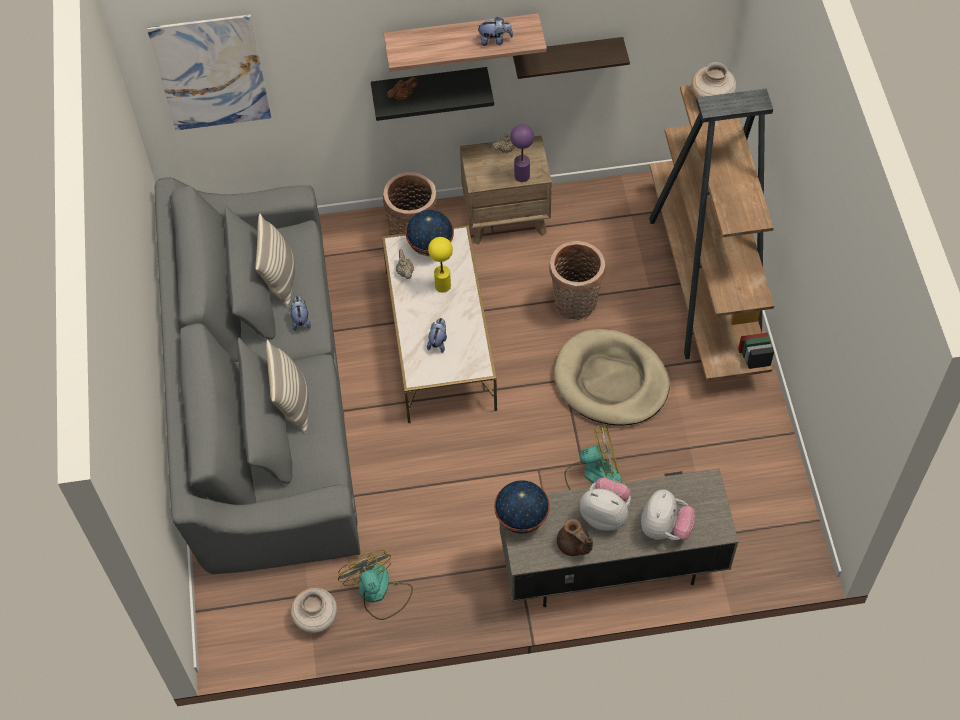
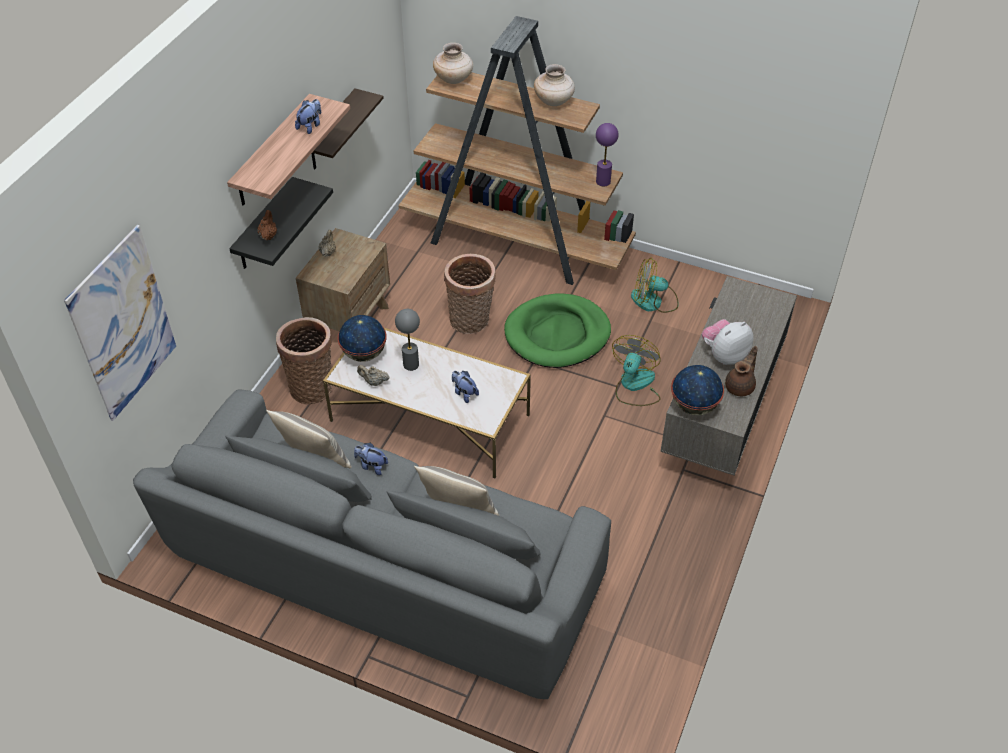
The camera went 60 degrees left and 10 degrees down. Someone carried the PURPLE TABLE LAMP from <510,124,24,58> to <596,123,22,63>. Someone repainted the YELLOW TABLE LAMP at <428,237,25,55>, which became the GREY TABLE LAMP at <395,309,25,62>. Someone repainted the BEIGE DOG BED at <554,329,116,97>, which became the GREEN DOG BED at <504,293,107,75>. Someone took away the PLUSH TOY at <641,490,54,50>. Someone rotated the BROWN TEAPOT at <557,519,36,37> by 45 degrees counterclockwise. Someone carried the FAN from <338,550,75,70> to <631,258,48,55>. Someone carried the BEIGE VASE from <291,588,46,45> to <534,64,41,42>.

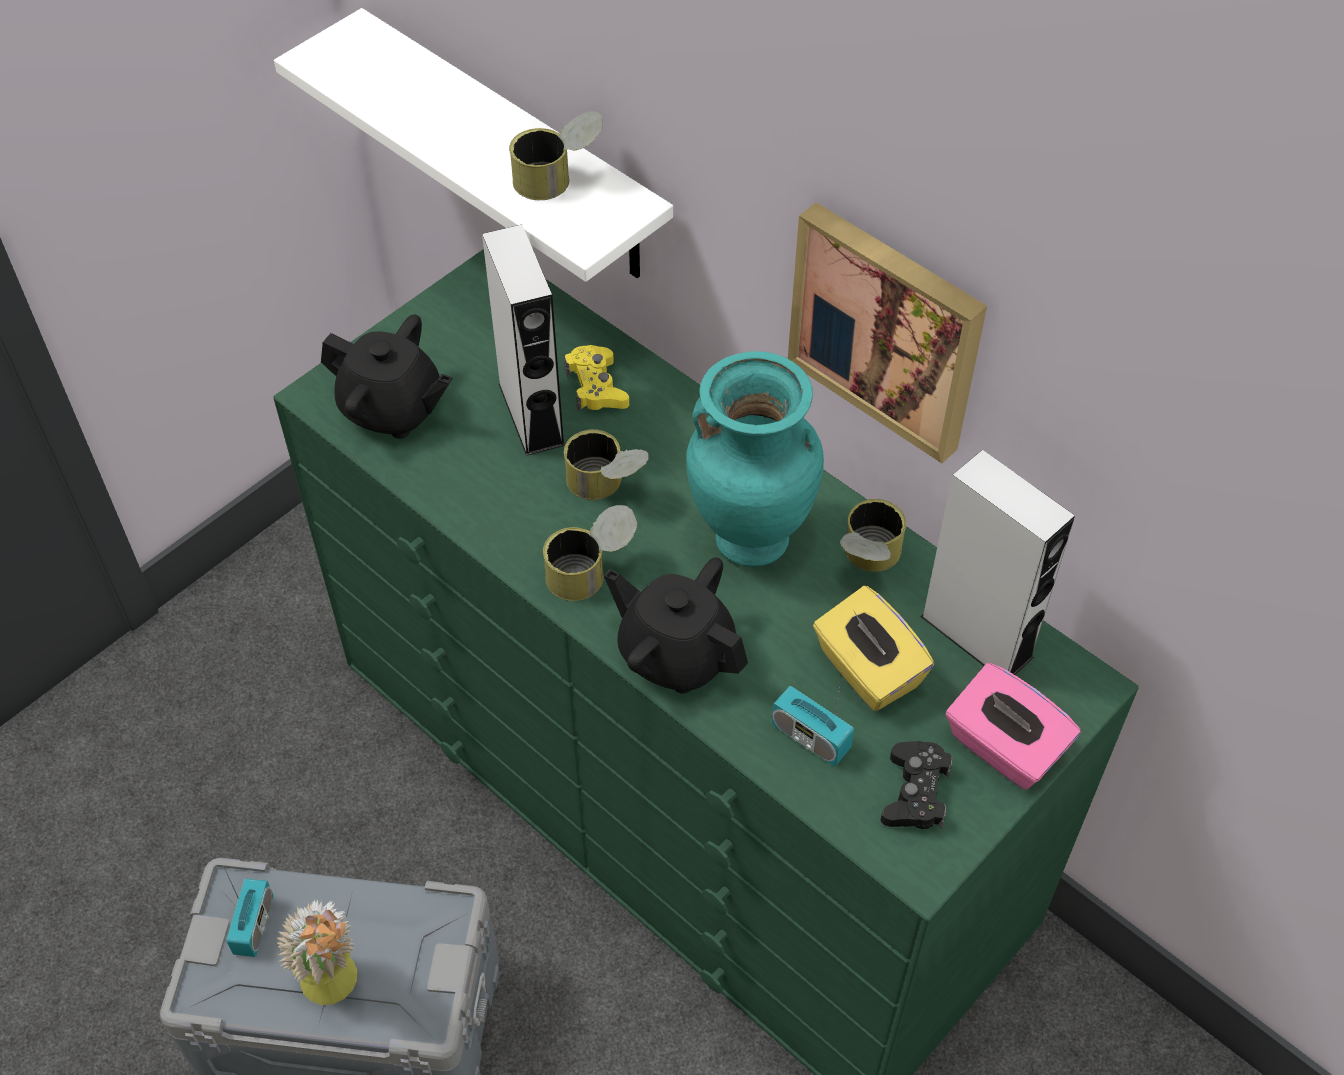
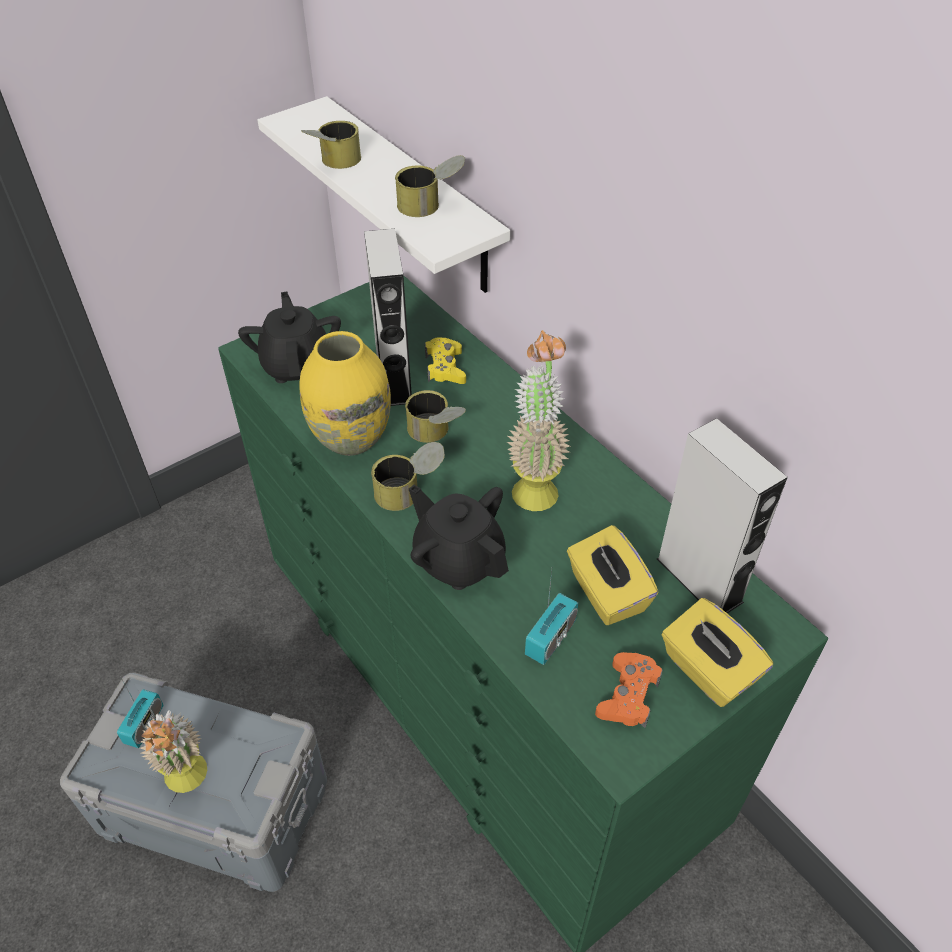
The camera went 10 degrees right and 5 degrees down. Someone took away the PICTURE at <788,203,199,260>. Someone rotated the BLACK TEAPOT at <321,314,131,125> by 135 degrees counterclockwise. Someone swapped the TURQUOISE VASE at <686,351,138,216> for the POTTED PLANT at <507,330,64,181>. Someone carried the CAN from <840,499,66,73> to <301,121,60,48>. Someone repainted the PINK TISSUE BOX at <946,663,135,127>, which became the YELLOW TISSUE BOX at <662,598,111,109>. Someone rotated the RADIO at <771,673,83,93> by 105 degrees counterclockwise. Someone repainted the BLACK GAME CONTROLLER at <881,741,72,88>, which became the ORANGE GAME CONTROLLER at <595,652,68,76>. Someone put down the YELLOW VASE at <299,331,92,125>.

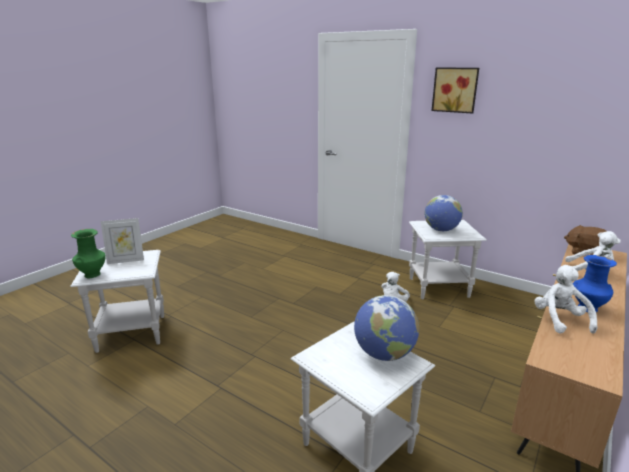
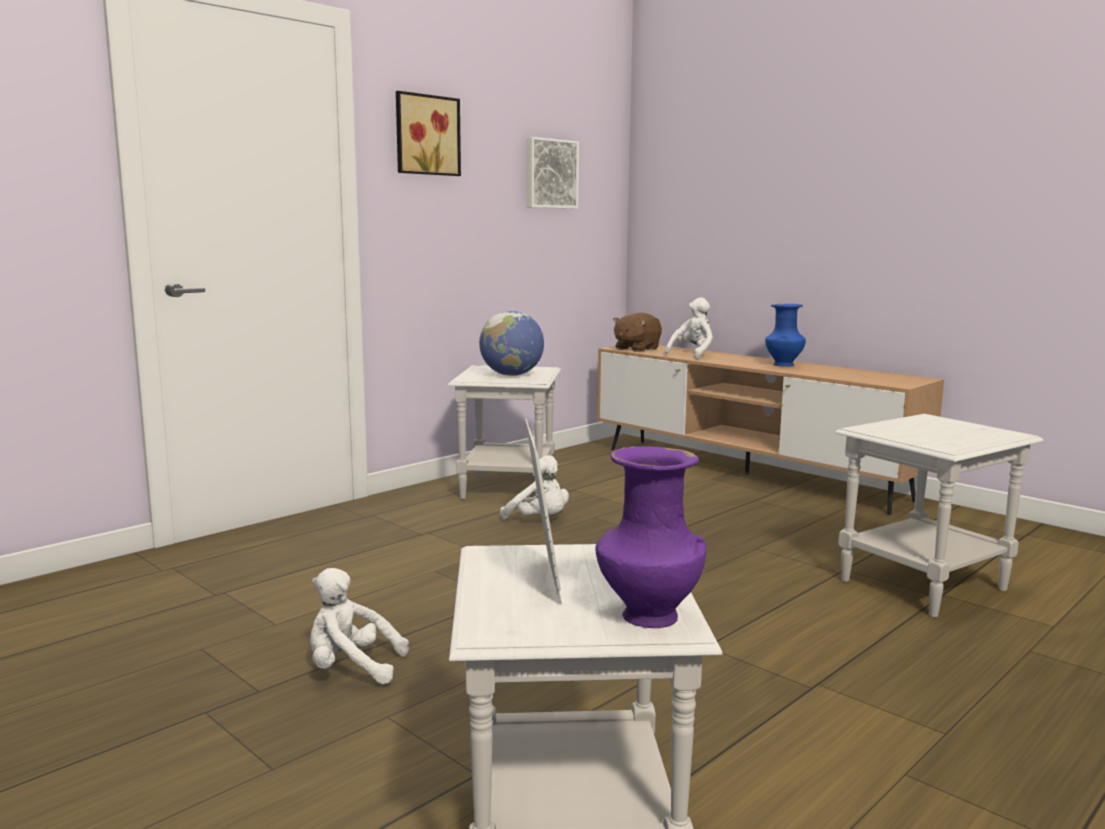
The camera went 80 degrees left and 10 degrees down. Someone repainted the GREEN VASE at <71,229,35,49>, which became the PURPLE VASE at <595,446,111,182>. Someone carried the WHITE PLUSH TOY from <534,265,64,69> to <310,568,99,116>. Someone took away the GLOBE at <354,295,65,66>. Someone put up the PICTURE at <526,137,53,72>.

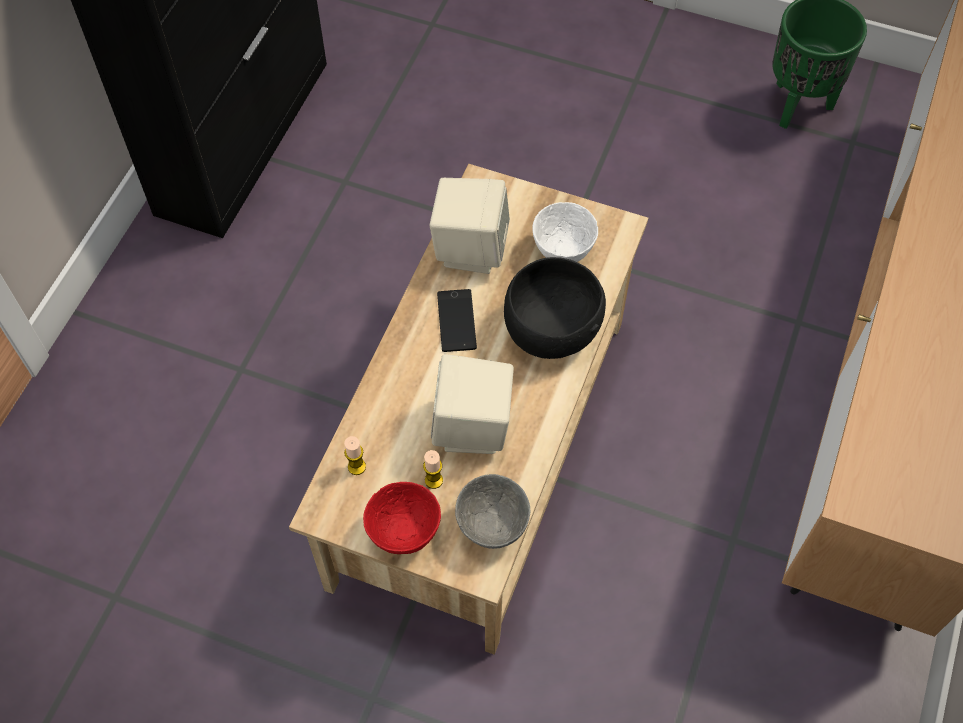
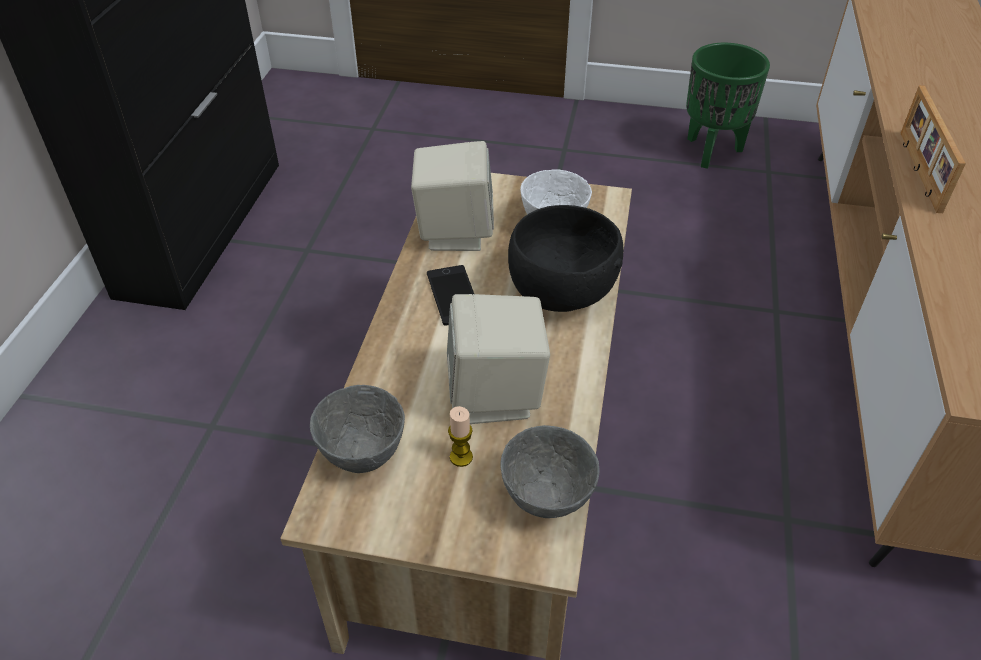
The camera went 10 degrees left and 15 degrees down. Someone swapped the CANDLE at <344,436,22,39> for the GREY BOWL at <310,385,95,88>. Someone took away the RED BOWL at <363,482,78,72>. Someone put down the PICTURE FRAME at <900,86,66,127>.

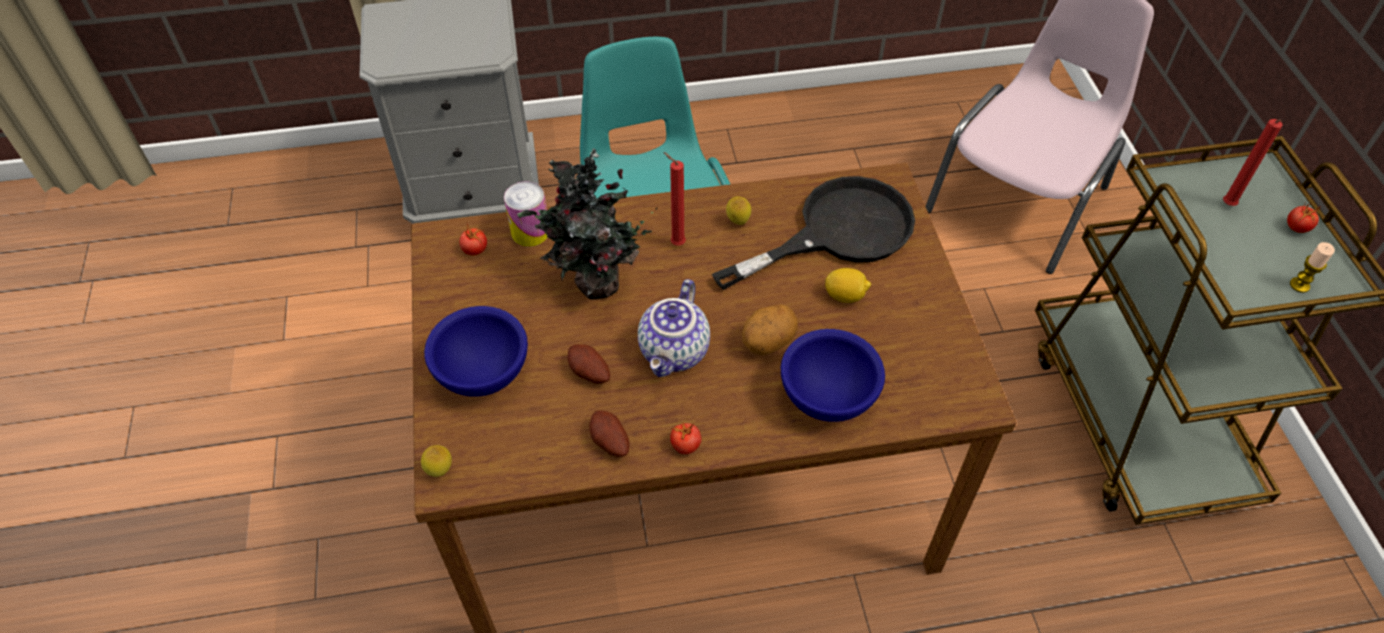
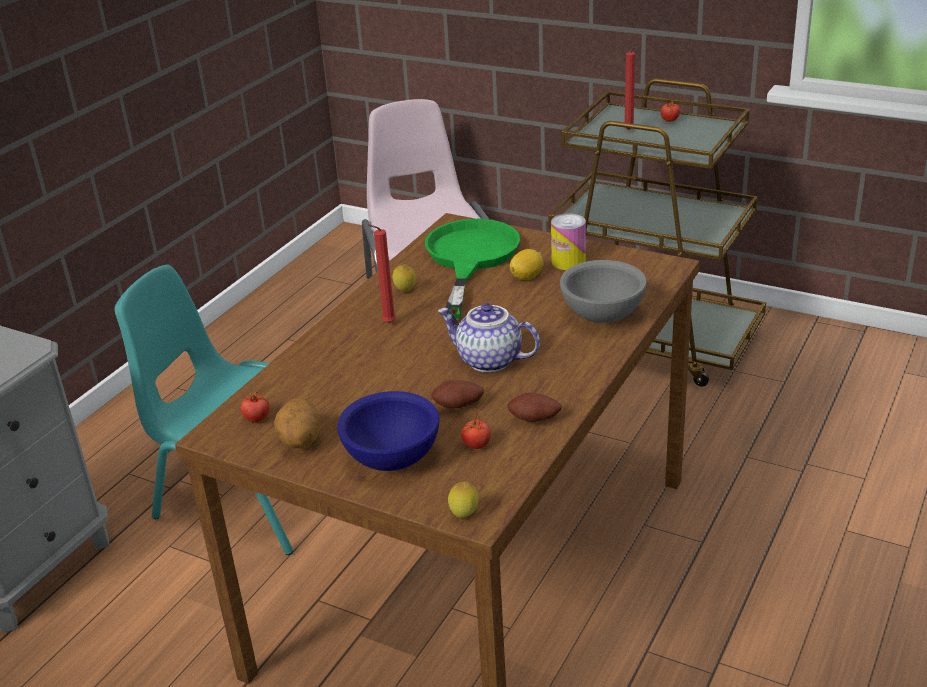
The camera went 50 degrees left and 20 degrees down. Someone took away the POTTED PLANT at <517,149,140,150>. Someone repainted the BLACK FRYING PAN at <712,176,203,114>, which became the GREEN FRYING PAN at <425,219,95,100>. Someone carried the CAN from <504,181,44,66> to <551,214,35,56>. Someone took away the CANDLE at <1290,242,45,51>. Someone rotated the TEAPOT at <638,279,72,98> by 150 degrees clockwise. Someone carried the POTATO from <742,304,56,51> to <274,398,46,50>. Someone repainted the BLUE BOWL at <781,329,104,93>, which became the GREY BOWL at <560,260,87,63>. Someone carried the TOMATO from <670,423,31,31> to <461,411,30,38>.

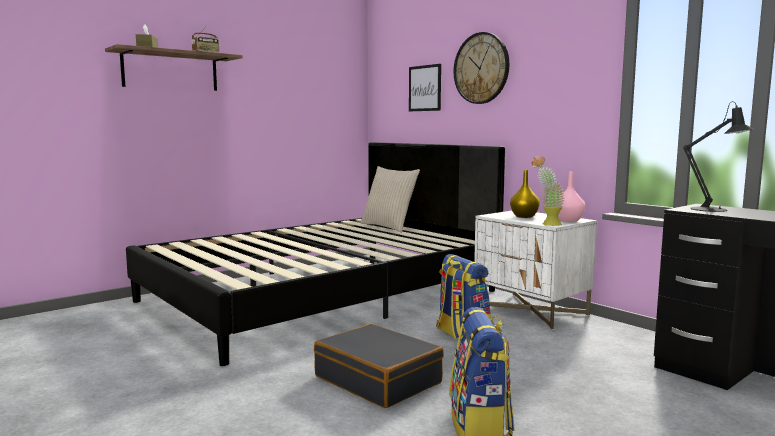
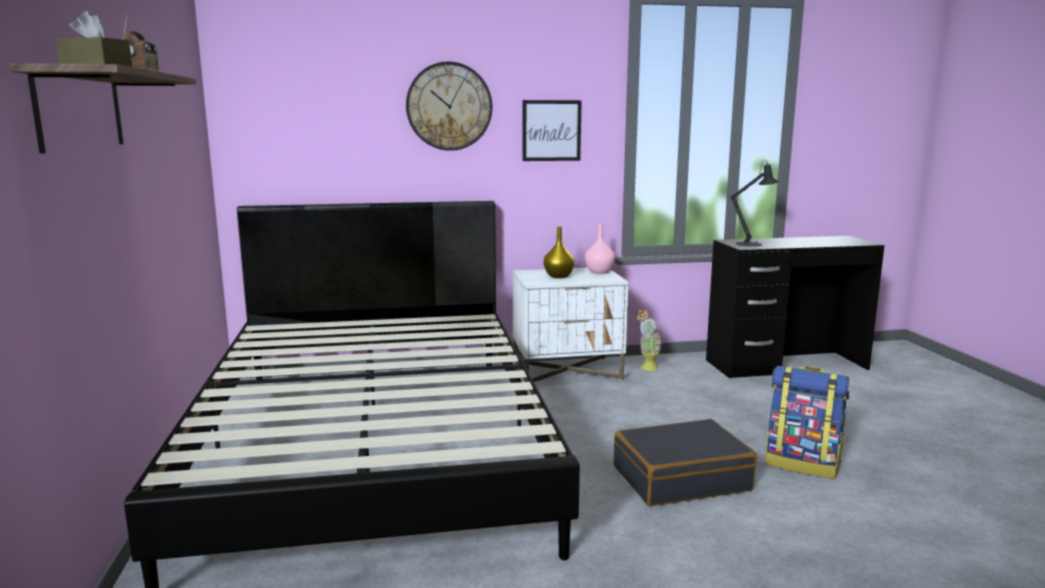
The camera went 60 degrees left and 5 degrees up. Someone carried the PICTURE from <409,64,32,47> to <523,100,59,61>. Someone carried the POTTED PLANT from <531,156,34,70> to <635,309,27,62>. Someone took away the BEIGE PILLOW at <361,166,59,67>. Someone took away the BACKPACK at <436,254,55,87>.

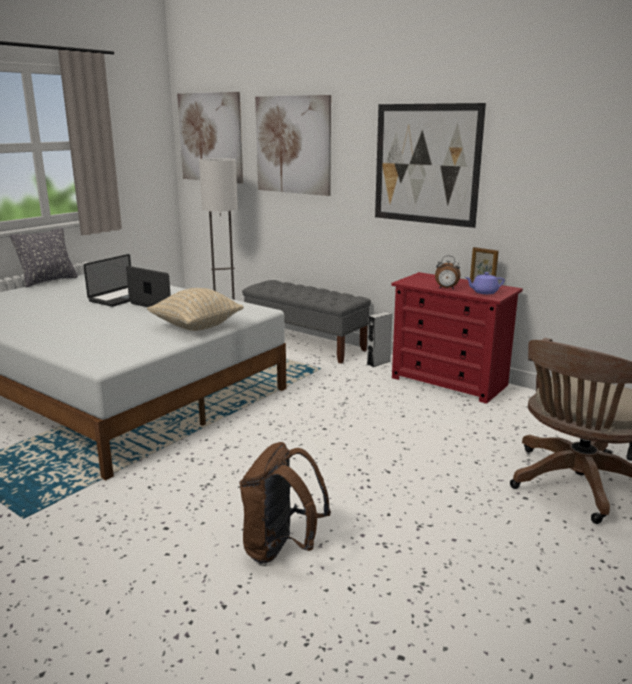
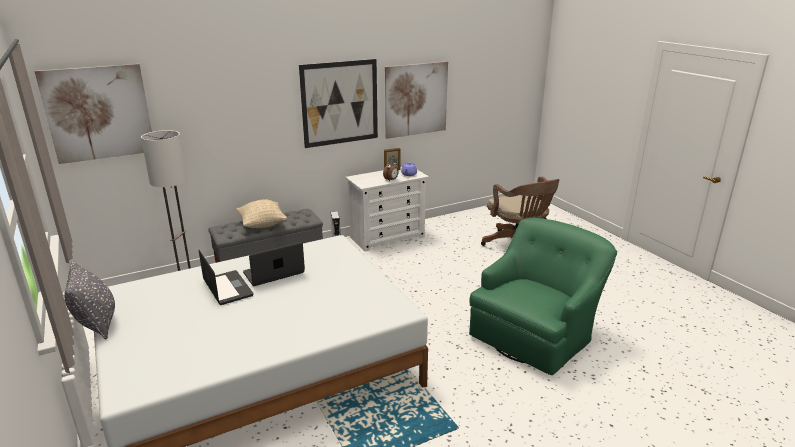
The camera went 65 degrees left and 5 degrees up. Someone carried the PICTURE from <255,95,76,101> to <385,61,63,78>. Someone repainted the RED DRESSER at <391,272,132,132>, which became the WHITE DRESSER at <345,167,84,84>. Someone carried the BEIGE PILLOW from <147,288,97,43> to <236,200,51,28>. Someone swapped the BROWN BACKPACK at <239,442,92,122> for the GREEN ARMCHAIR at <469,218,148,157>.

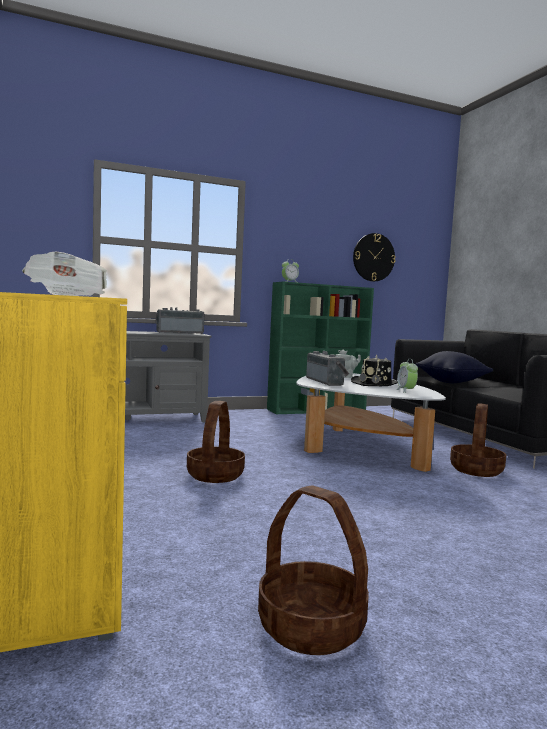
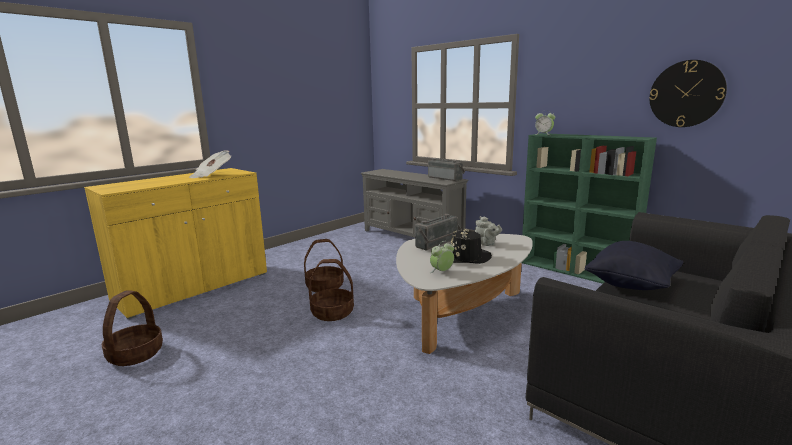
The camera went 65 degrees right and 10 degrees up. Someone carried the BASKET from <450,404,56,73> to <308,259,46,62>.

